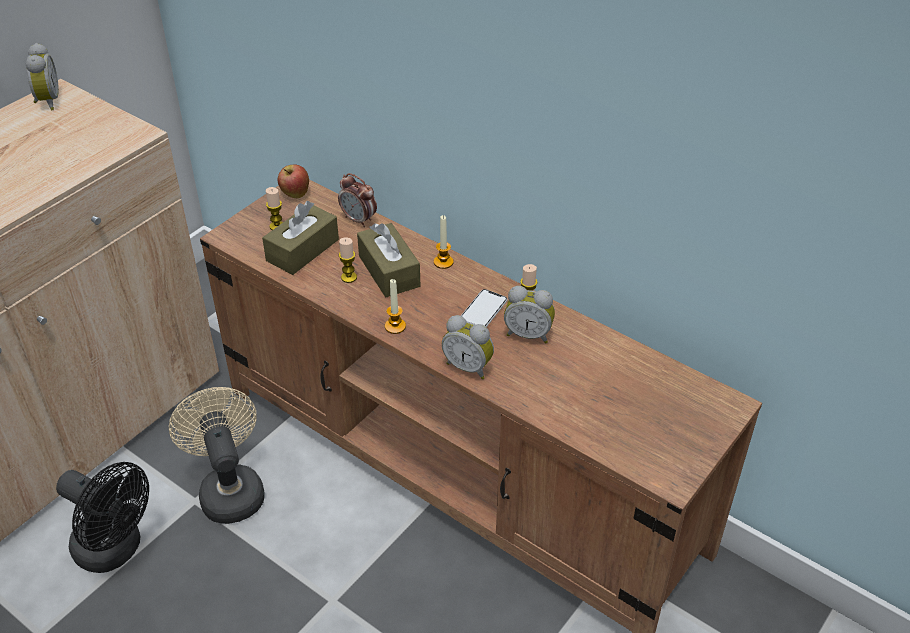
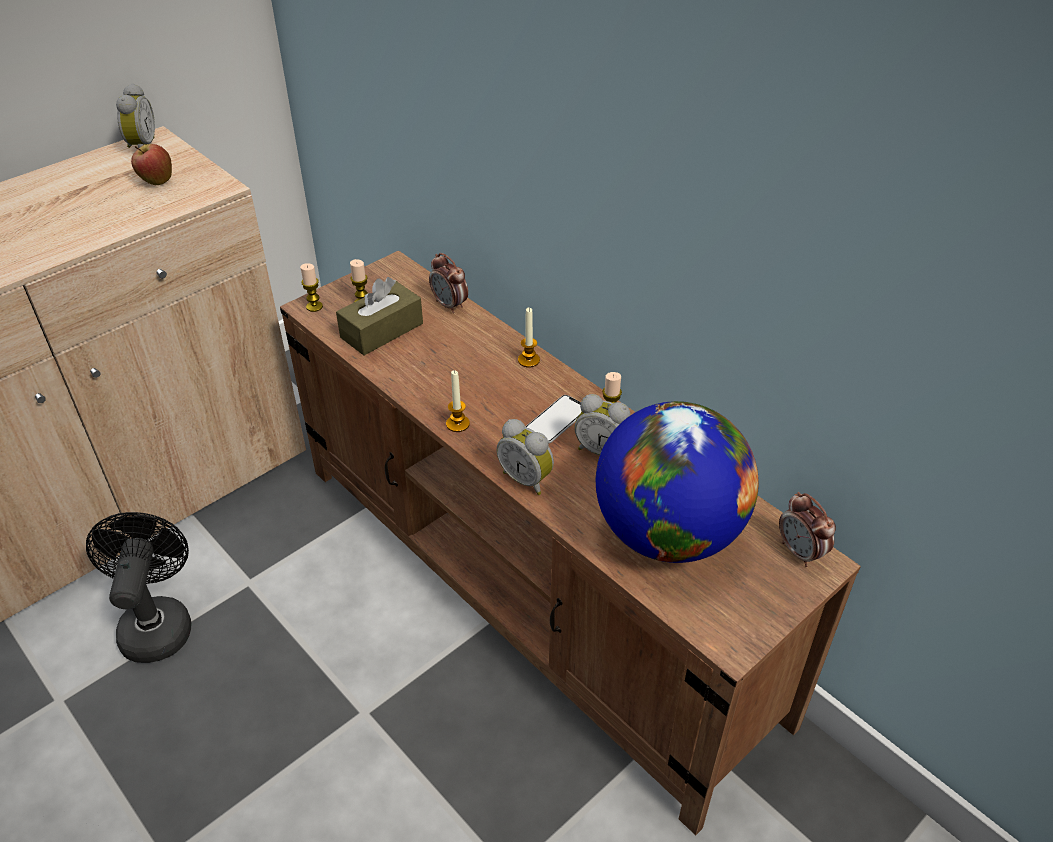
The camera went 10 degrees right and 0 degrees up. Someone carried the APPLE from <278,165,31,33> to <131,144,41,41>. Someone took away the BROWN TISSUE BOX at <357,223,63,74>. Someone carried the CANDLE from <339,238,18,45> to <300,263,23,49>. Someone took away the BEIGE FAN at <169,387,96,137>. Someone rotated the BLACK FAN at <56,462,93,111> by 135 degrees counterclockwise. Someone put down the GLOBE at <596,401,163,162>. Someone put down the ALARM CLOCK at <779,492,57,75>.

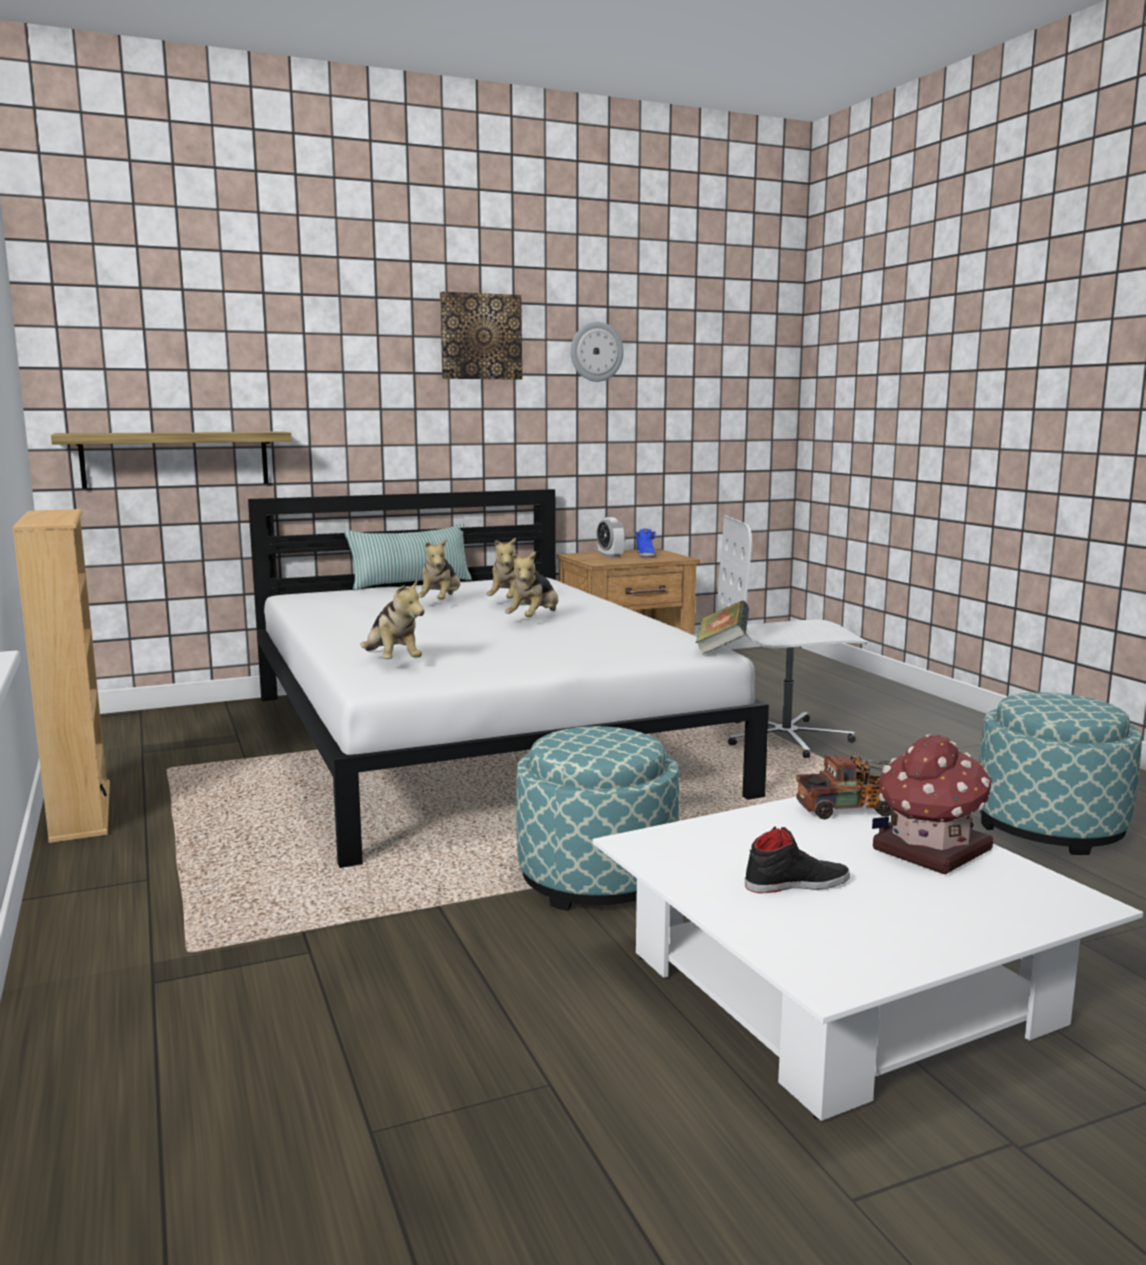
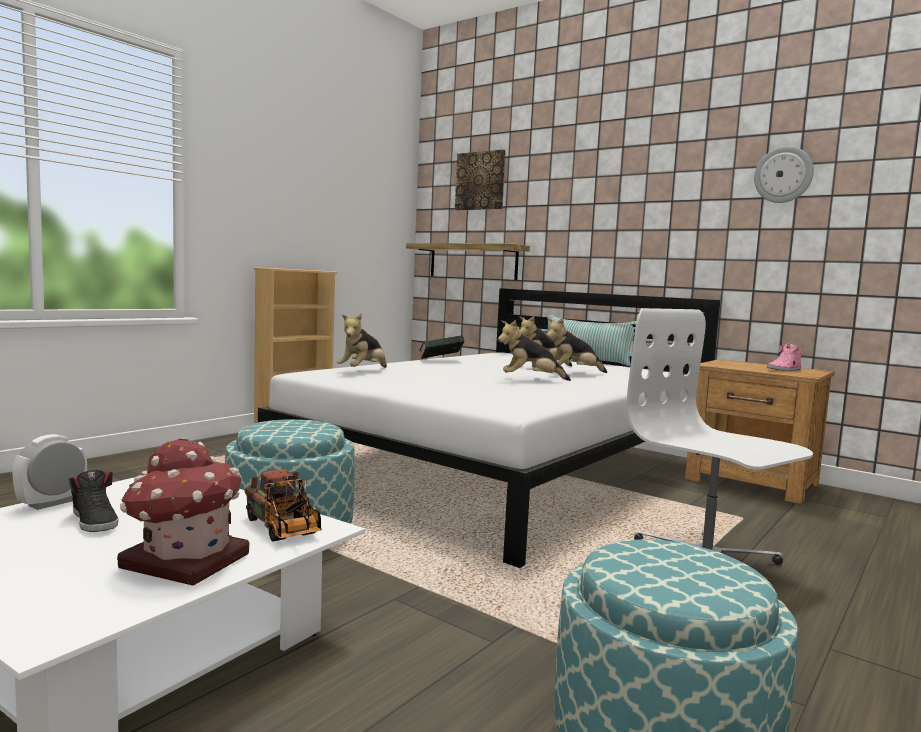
The camera went 60 degrees right and 5 degrees down. Someone carried the PICTURE from <440,292,82,88> to <455,150,51,60>. Someone carried the ALARM CLOCK from <597,517,28,41> to <12,434,75,76>. Someone repainted the BLUE SHOE at <635,529,22,28>, which became the PINK SHOE at <767,344,35,27>. Someone carried the BOOK from <695,600,54,55> to <419,335,46,24>.

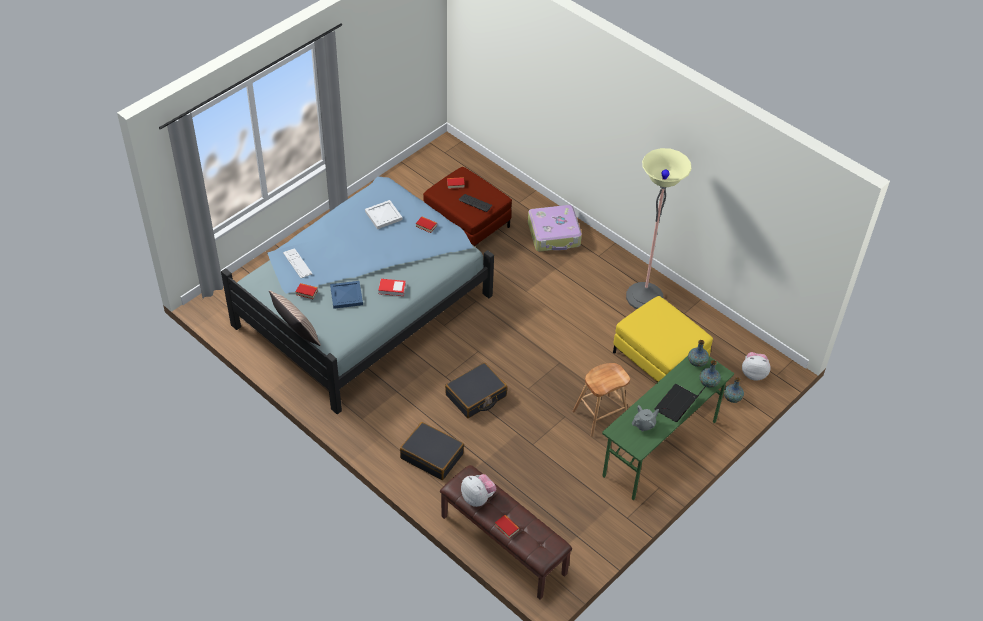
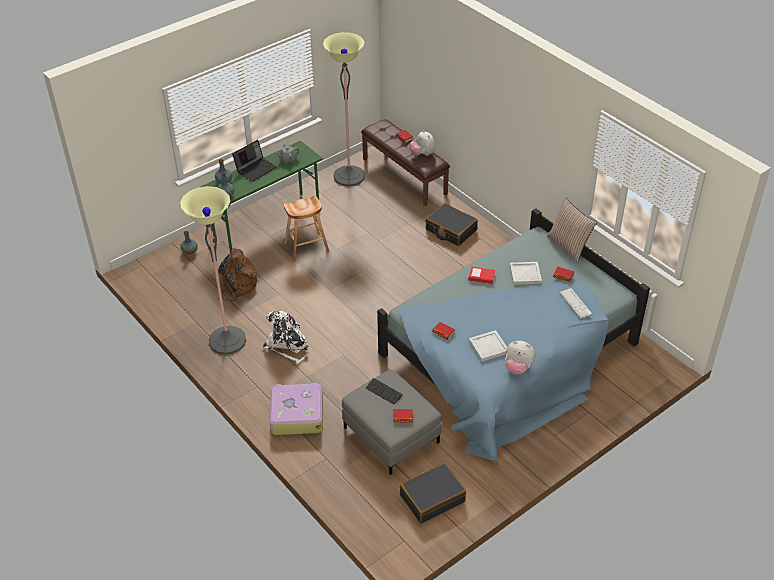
The camera went 170 degrees left and 5 degrees down. Someone repainted the RED OTTOMAN at <423,167,89,79>, which became the GREY OTTOMAN at <342,369,99,106>. Someone repainted the BLUE TRAY at <330,281,33,28>, which became the WHITE TRAY at <510,262,32,23>. Someone swapped the YELLOW OTTOMAN at <613,296,100,86> for the BROWN BACKPACK at <217,248,42,53>. Someone carried the PLUSH TOY from <742,352,29,29> to <505,341,31,34>. Someone carried the BLACK SUITCASE from <445,362,62,56> to <400,463,66,61>. Someone put down the FLOOR LAMP at <323,32,42,154>. Someone put down the WHITE BACKPACK at <263,311,46,53>.

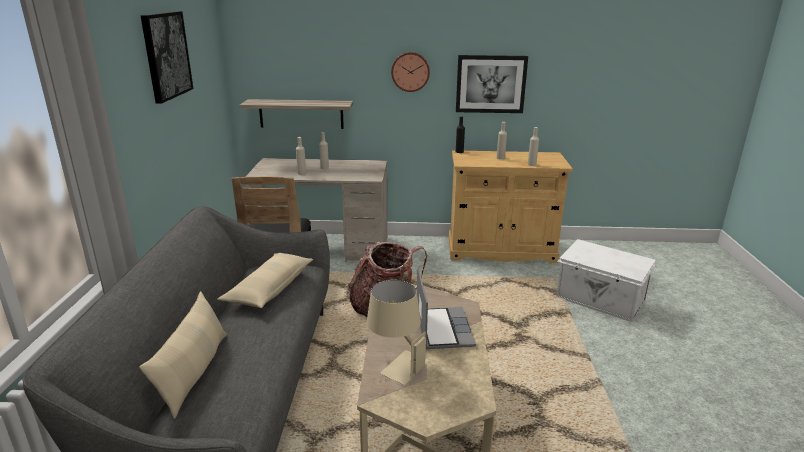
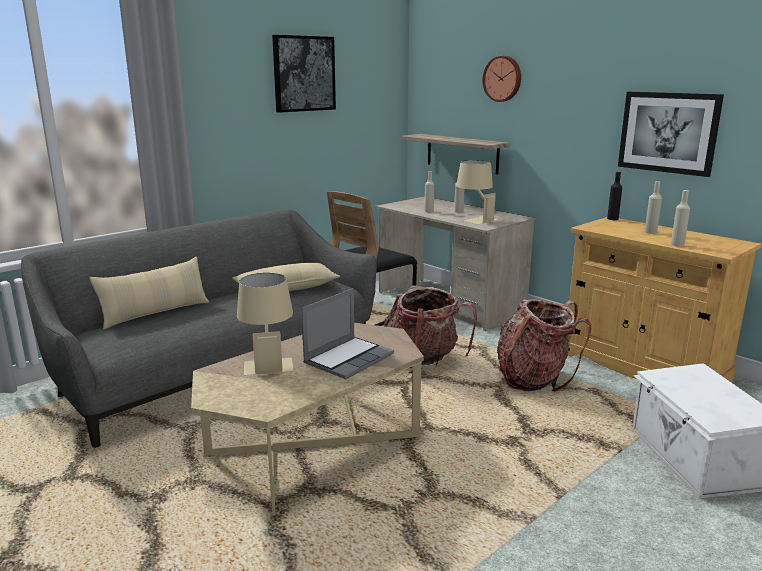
The camera went 45 degrees right and 5 degrees down. Someone carried the WALL CLOCK from <391,52,39,40> to <482,56,39,46>. Someone put down the BEIGE TABLE LAMP at <456,160,42,65>. Someone put down the BACKPACK at <497,299,94,93>.

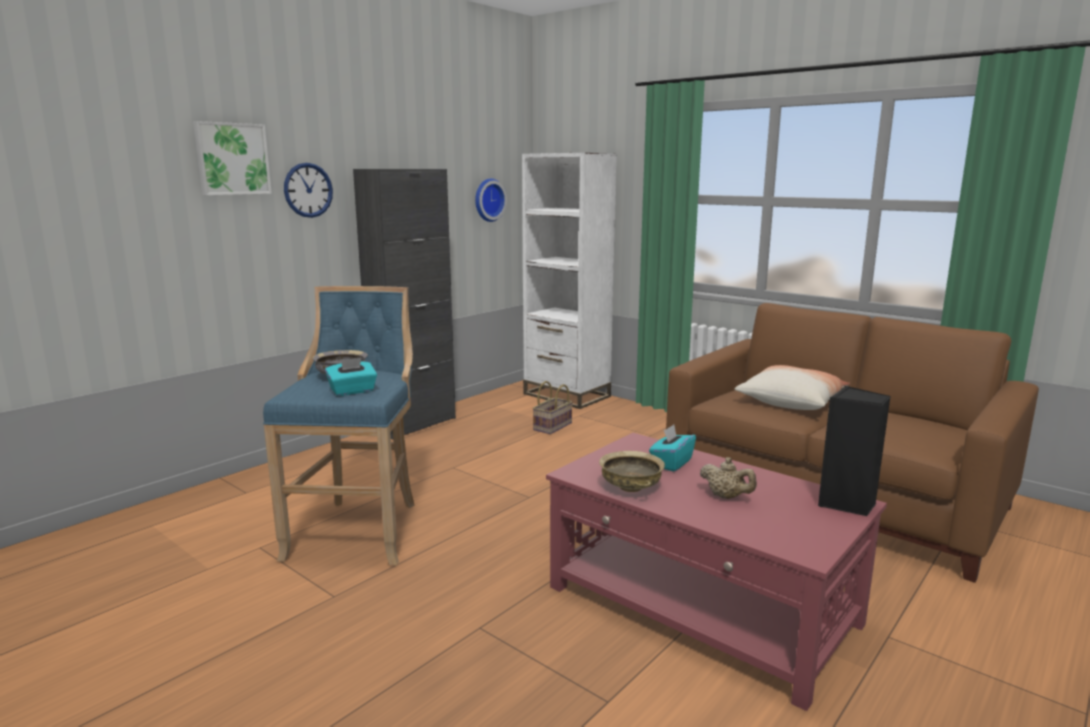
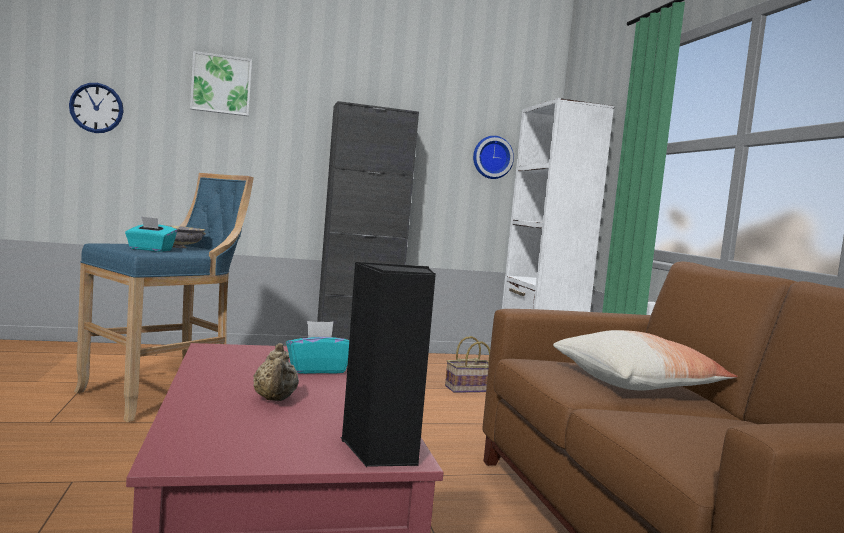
The camera went 35 degrees right and 10 degrees down. Someone carried the WALL CLOCK from <284,163,49,55> to <69,83,55,50>. Someone took away the BEIGE BOWL at <599,451,66,41>.

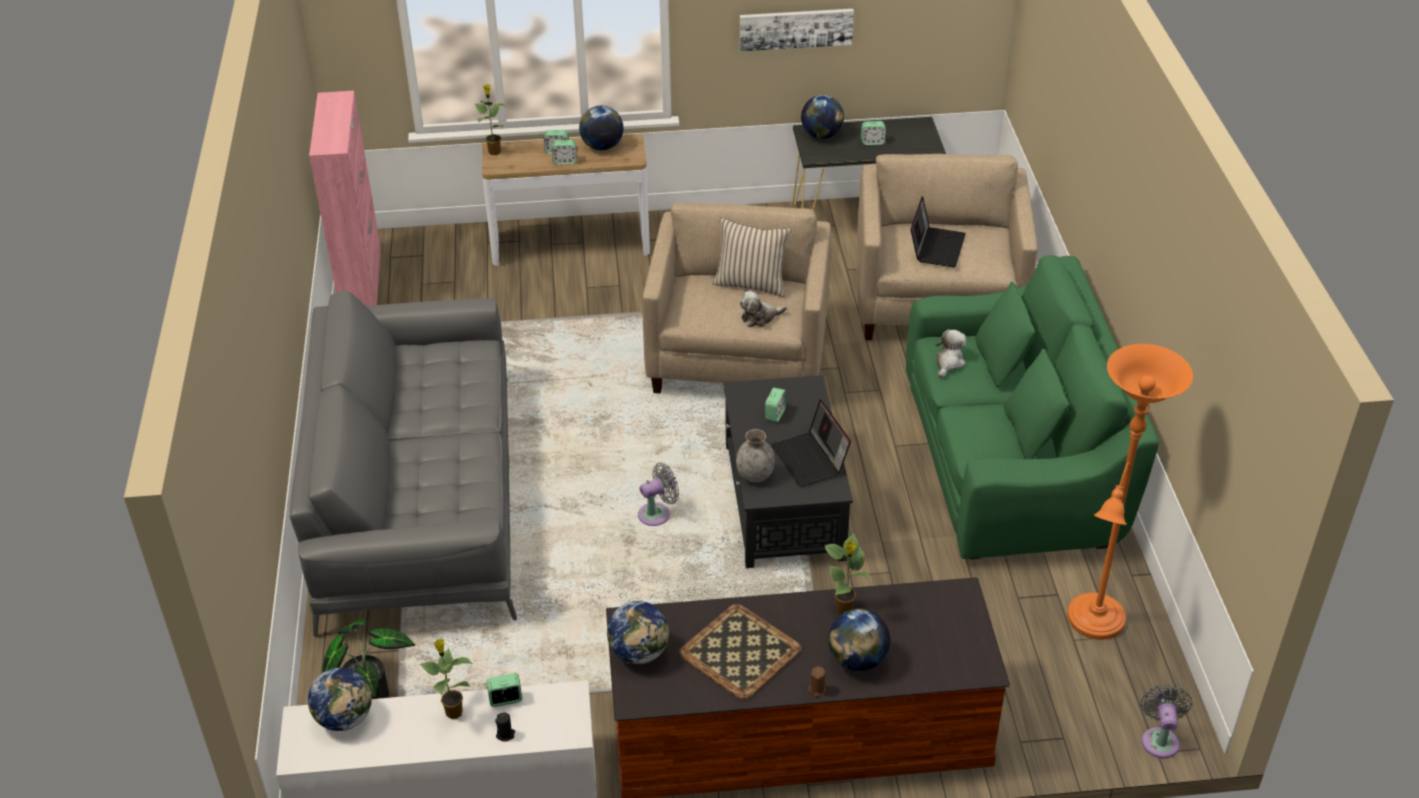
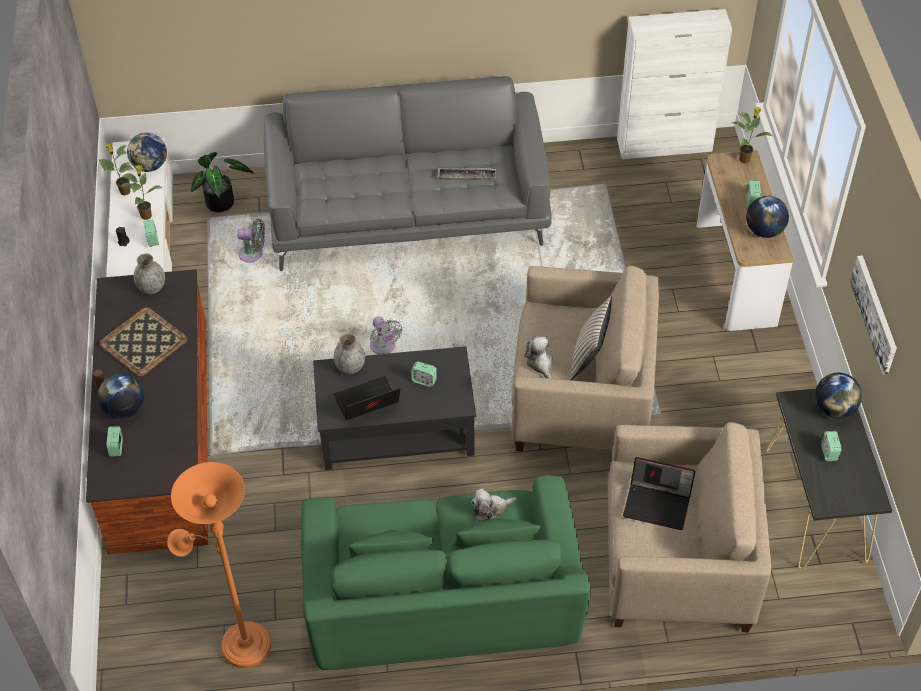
The camera went 90 degrees right and 10 degrees up. Someone repainted the PINK CABINET at <309,91,72,215>, which became the WHITE CABINET at <617,9,115,150>. Someone carried the ALARM CLOCK from <552,140,25,25> to <107,426,16,30>. Someone rotated the PLUSH TOY at <935,329,31,49> by 135 degrees clockwise. Someone carried the POTTED PLANT from <824,533,45,81> to <98,143,35,53>. Someone swapped the GLOBE at <607,601,62,63> for the GREY VASE at <134,253,31,41>. Someone carried the GREY FAN from <1140,684,53,75> to <237,219,28,44>. Someone put down the TRAY at <438,168,58,12>.

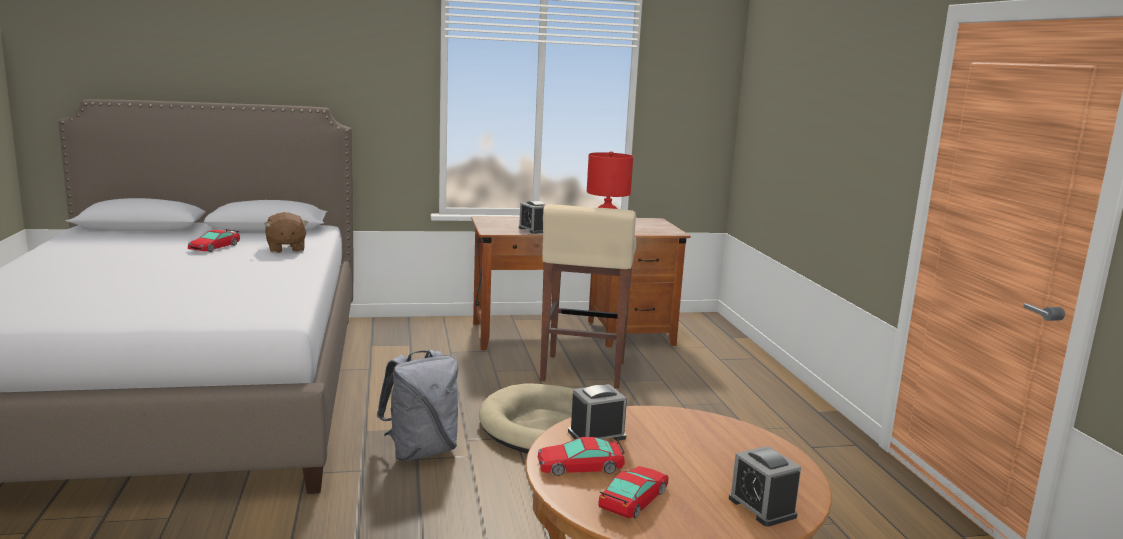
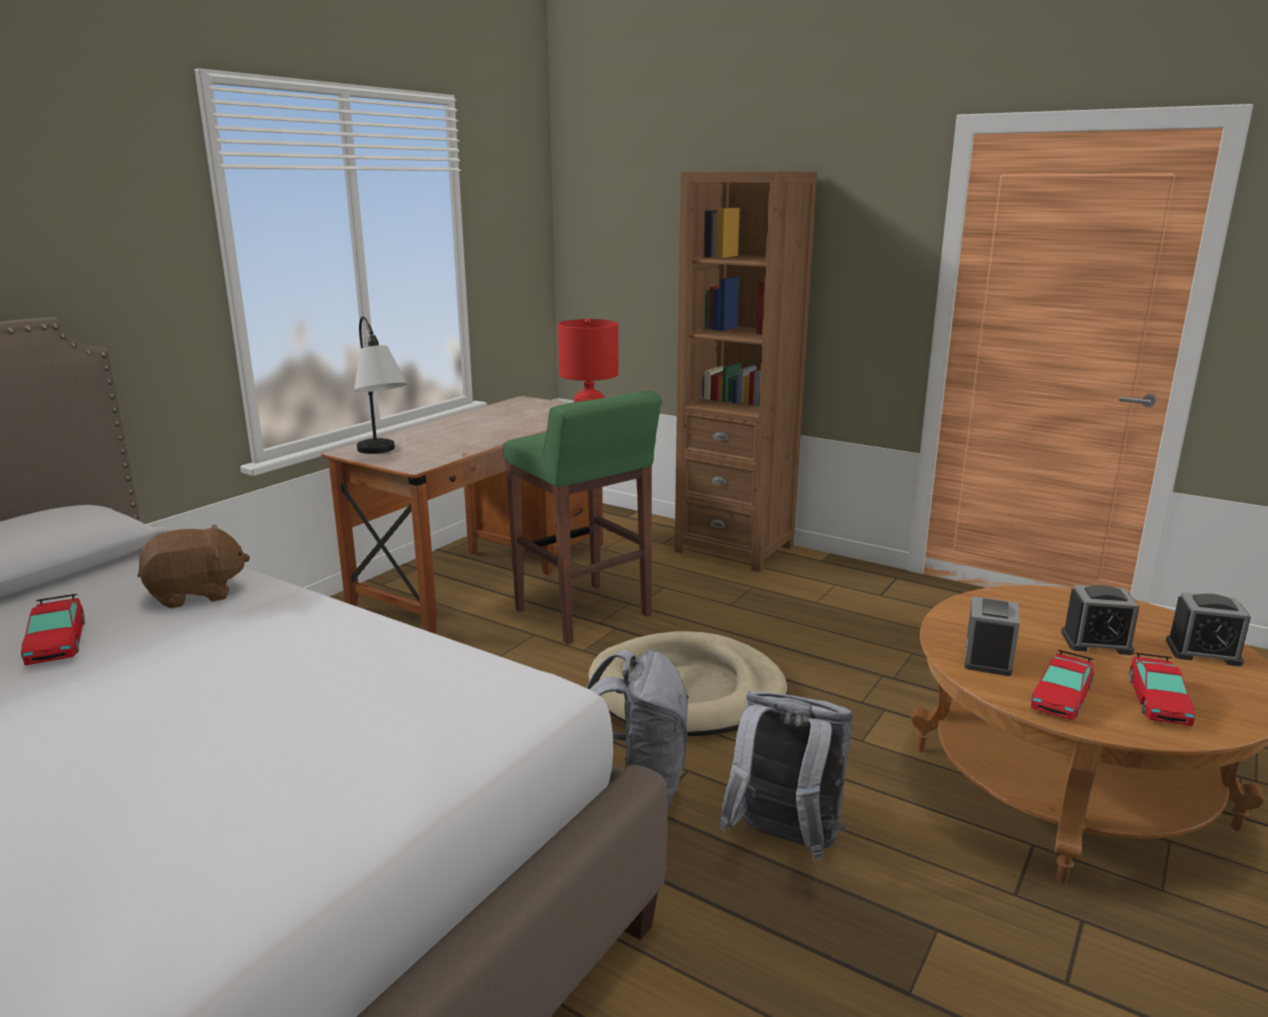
The camera went 45 degrees left and 5 degrees up. Someone carried the ALARM CLOCK from <519,201,28,33> to <1061,585,78,70>. Someone repainted the BEIGE STOOL at <540,204,96,184>, which became the GREEN STOOL at <503,391,159,253>. Someone rotated the BROWN PLUSH TOY at <264,212,44,41> by 45 degrees counterclockwise. Someone rotated the TOY CAR at <598,466,70,52> by 150 degrees counterclockwise. Someone put down the BROWN BOOKCASE at <675,171,142,401>. Someone put down the TABLE LAMP at <354,316,53,138>. Someone put down the GREY BACKPACK at <719,691,134,168>.

